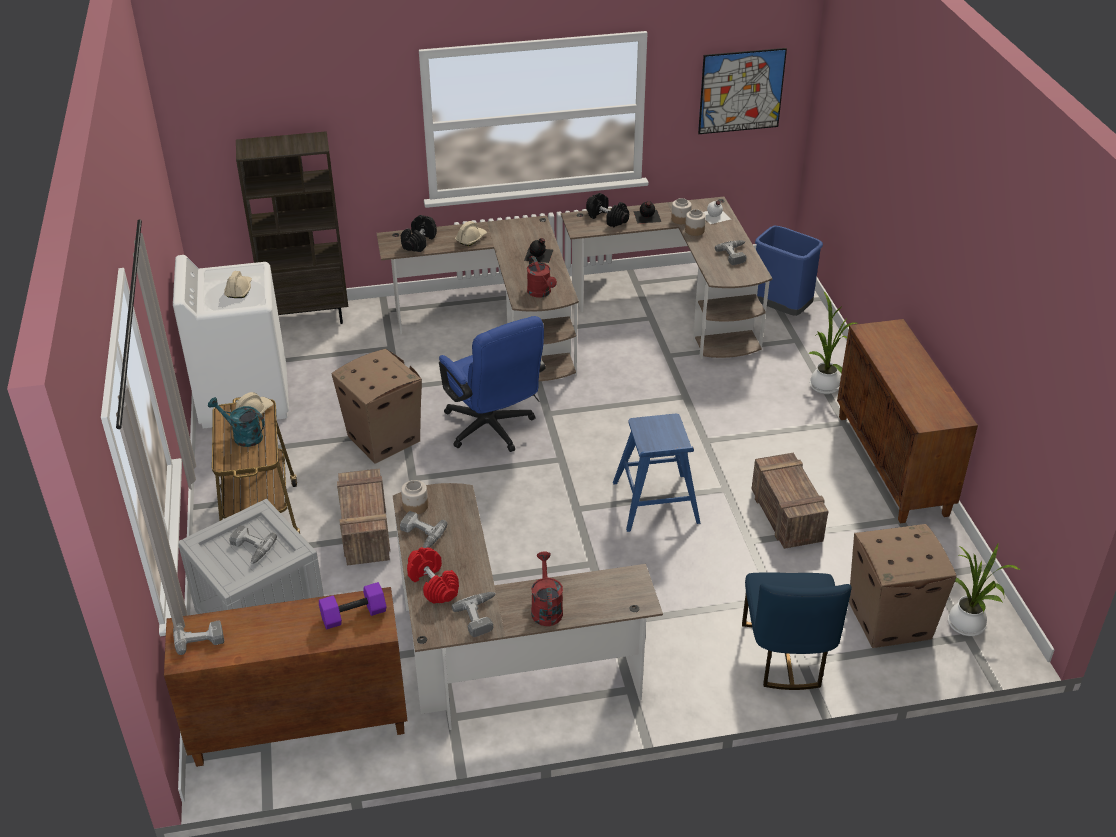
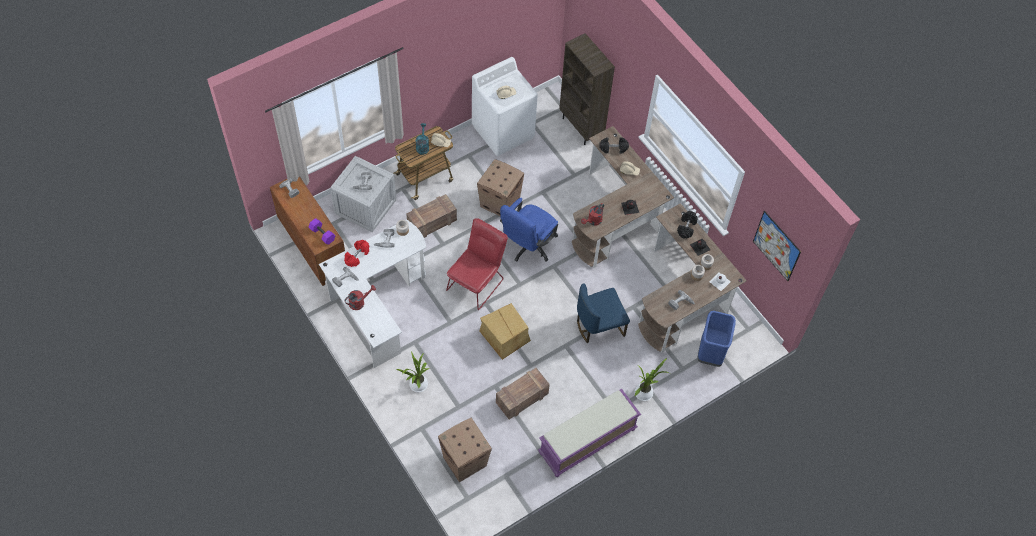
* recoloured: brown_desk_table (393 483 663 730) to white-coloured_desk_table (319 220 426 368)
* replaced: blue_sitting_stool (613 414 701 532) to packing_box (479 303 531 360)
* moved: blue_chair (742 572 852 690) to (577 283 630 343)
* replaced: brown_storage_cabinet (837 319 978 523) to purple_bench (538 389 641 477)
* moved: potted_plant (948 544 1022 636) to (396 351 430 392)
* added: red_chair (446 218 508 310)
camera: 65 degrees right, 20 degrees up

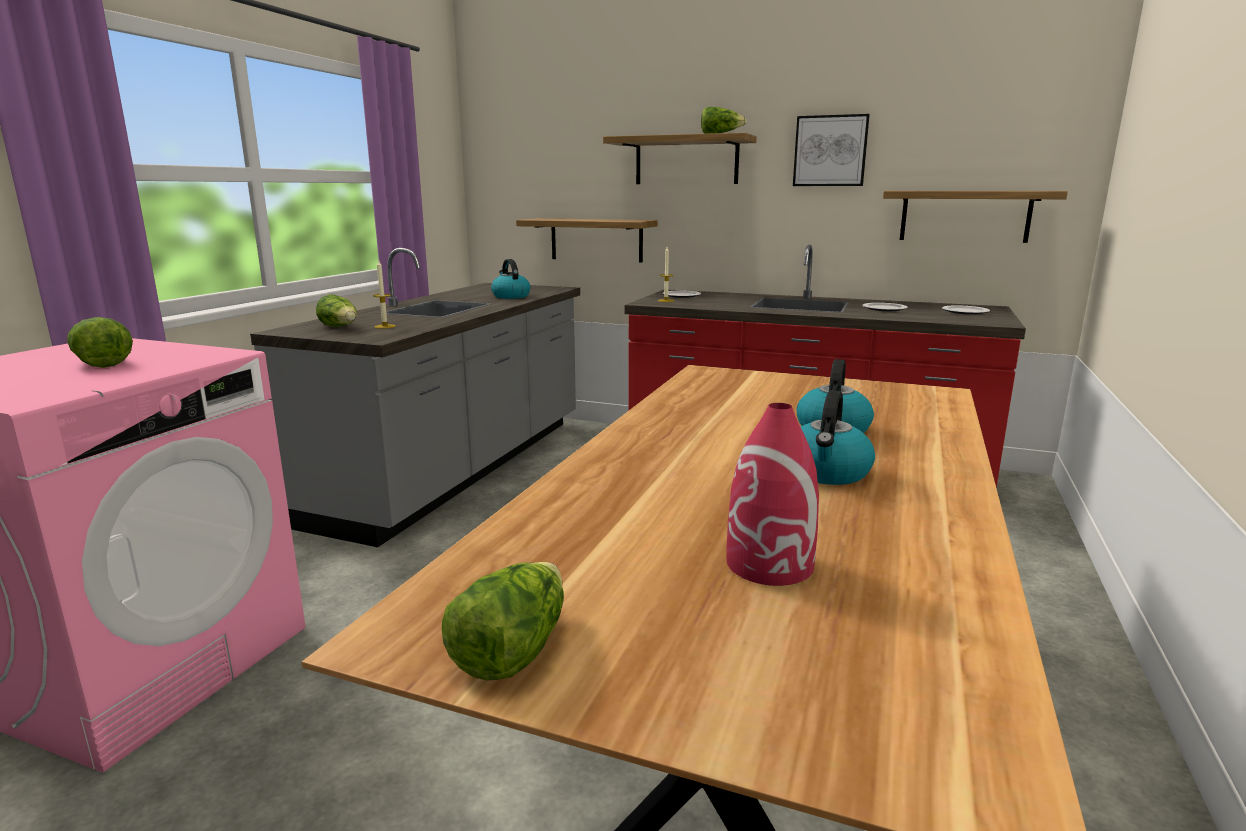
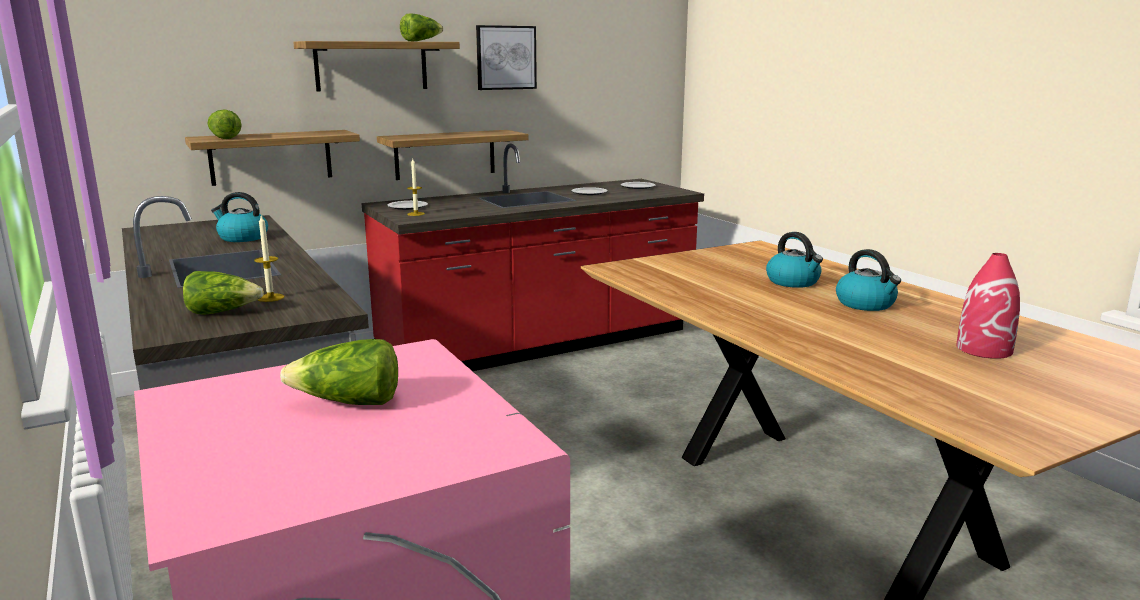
* moved: lettuce (442 562 564 680) to (207 110 242 139)
* moved: shelf (883 191 1068 243) to (377 130 529 180)
camera: 50 degrees left, 0 degrees up

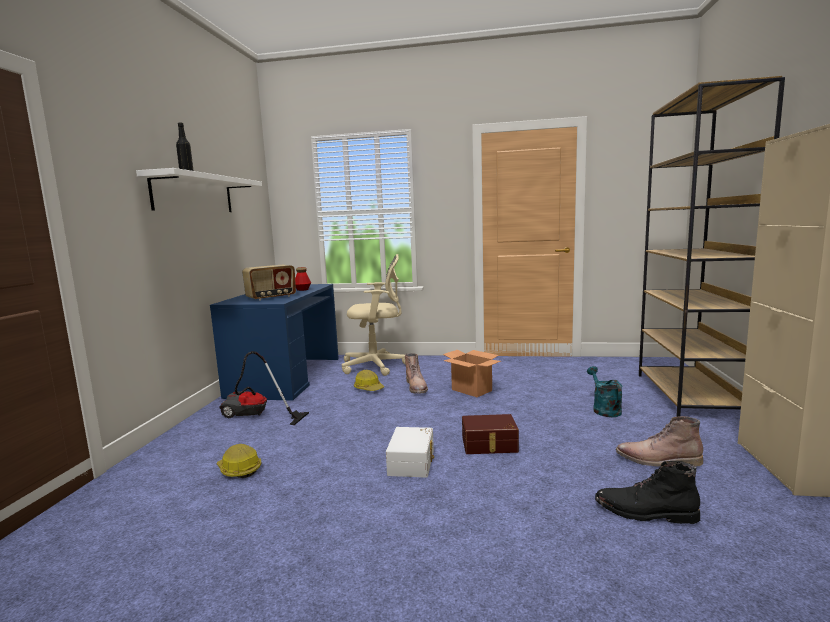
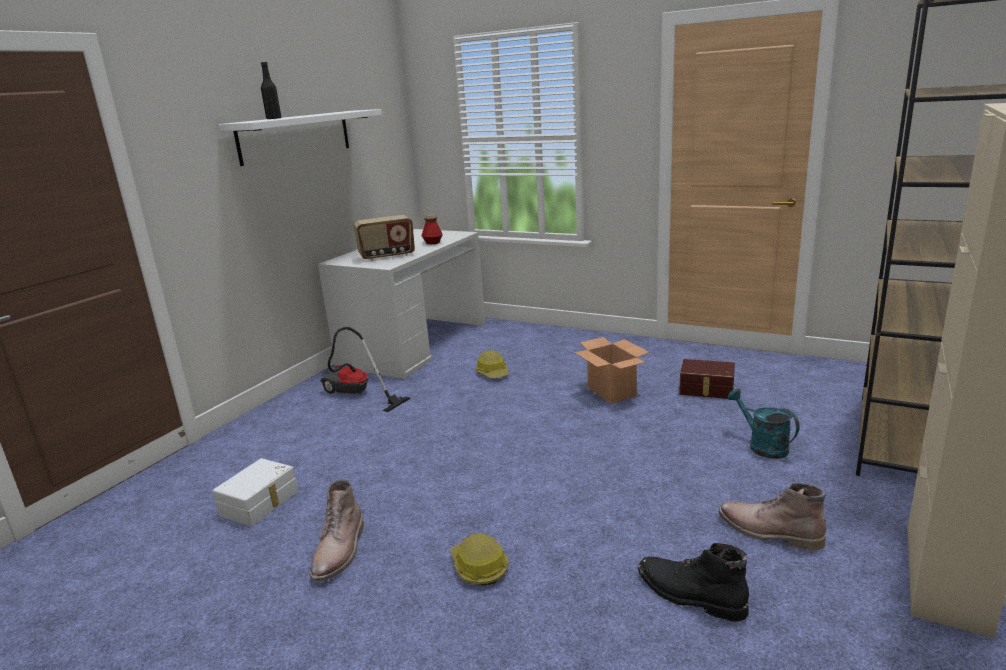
* recoloured: blue_desk_table (210 284 339 401) to white-coloured_desk_table (318 229 485 379)
* moved: hard_hat (217 444 262 478) to (450 533 509 585)
* removed: beige_computer_chair (342 254 406 376)
* moved: white-coloured_storage_container (386 427 434 478) to (213 458 298 526)
* moved: brown_tall_boot (405 353 428 394) to (310 479 364 581)
* moved: brown_storage_container (462 414 519 454) to (679 359 735 399)
* turned: turquoise-coloured_sprinkling_can (587 366 623 417) = (727 388 800 459) 45 degrees counterclockwise
camera: 20 degrees right, 10 degrees up

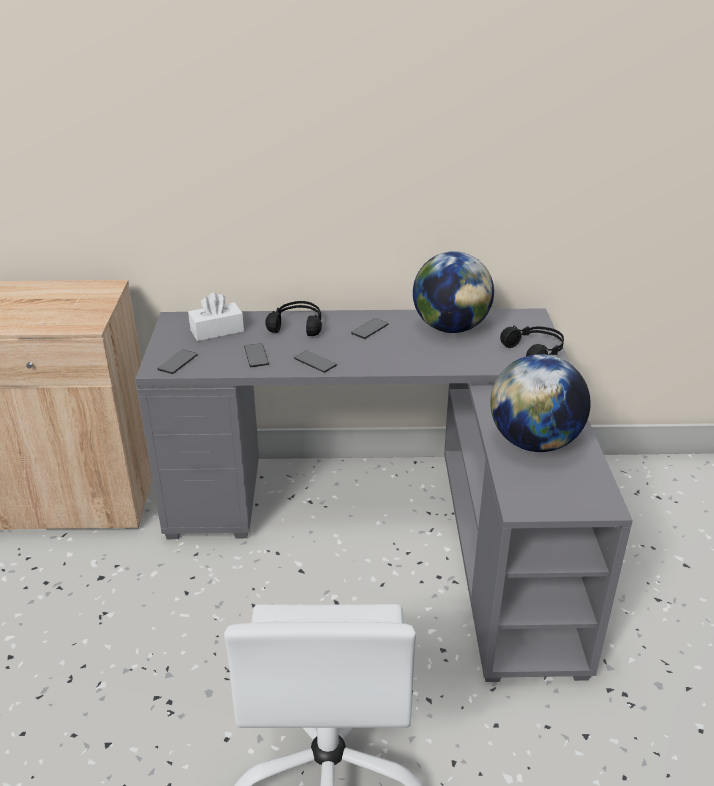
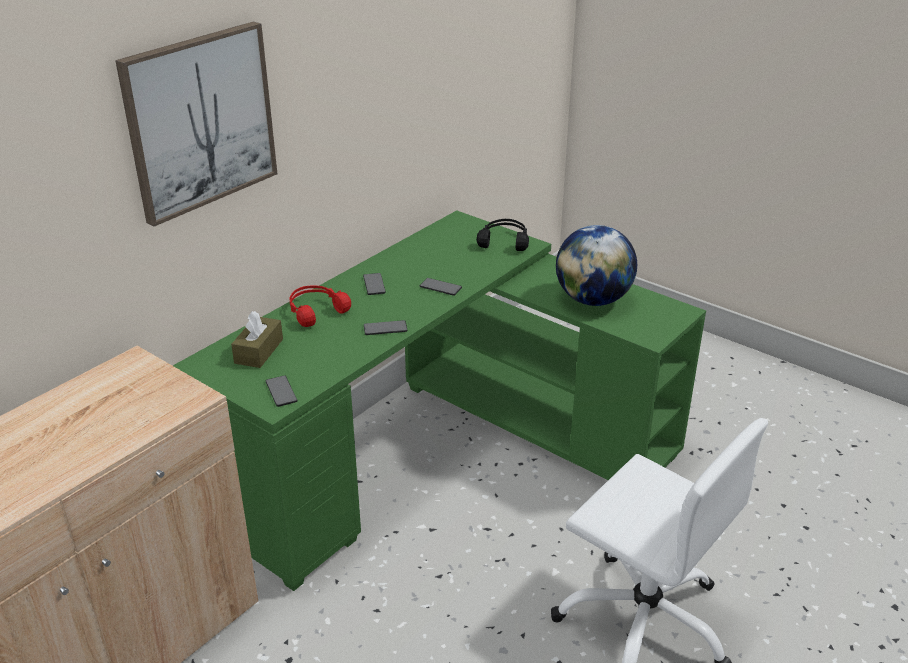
* recoloured: grey_desk_table (135 308 633 682) to greenish_desk_table (173 210 706 591)
* recoloured: white-coloured_box_of_tissues (188 292 244 341) to brown_box_of_tissues (231 311 283 368)
* moved: handset (244 343 269 367) to (420 278 462 296)
* recoloured: black_headphones (265 301 322 336) to red_headphones (289 286 351 327)
* removed: world_globe (413 251 494 333)
* added: wall_picture (115 22 277 226)
camera: 50 degrees left, 0 degrees up

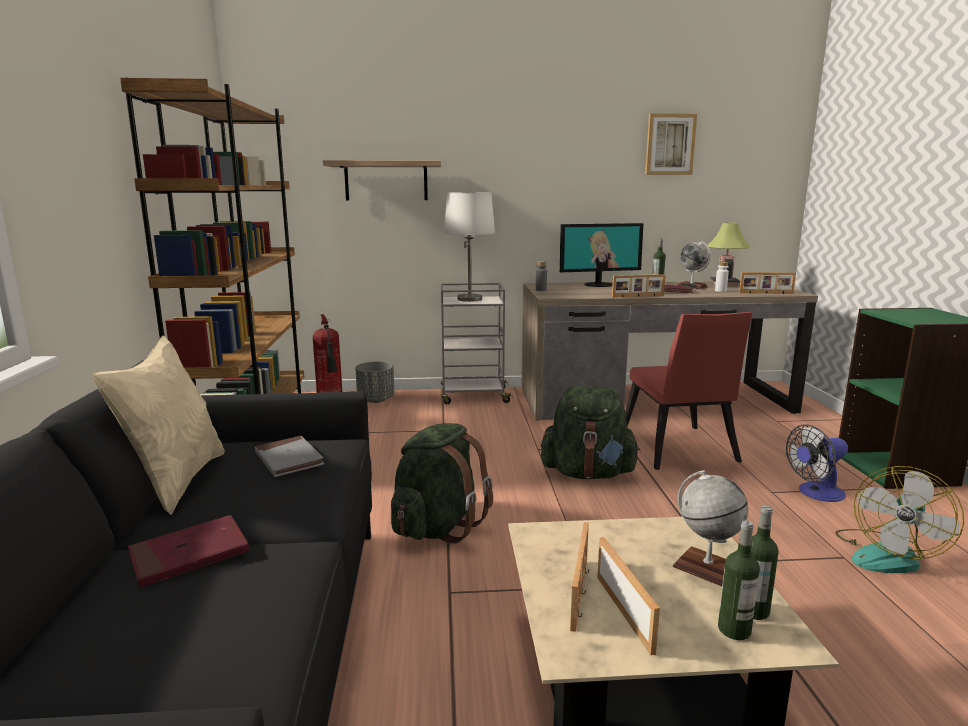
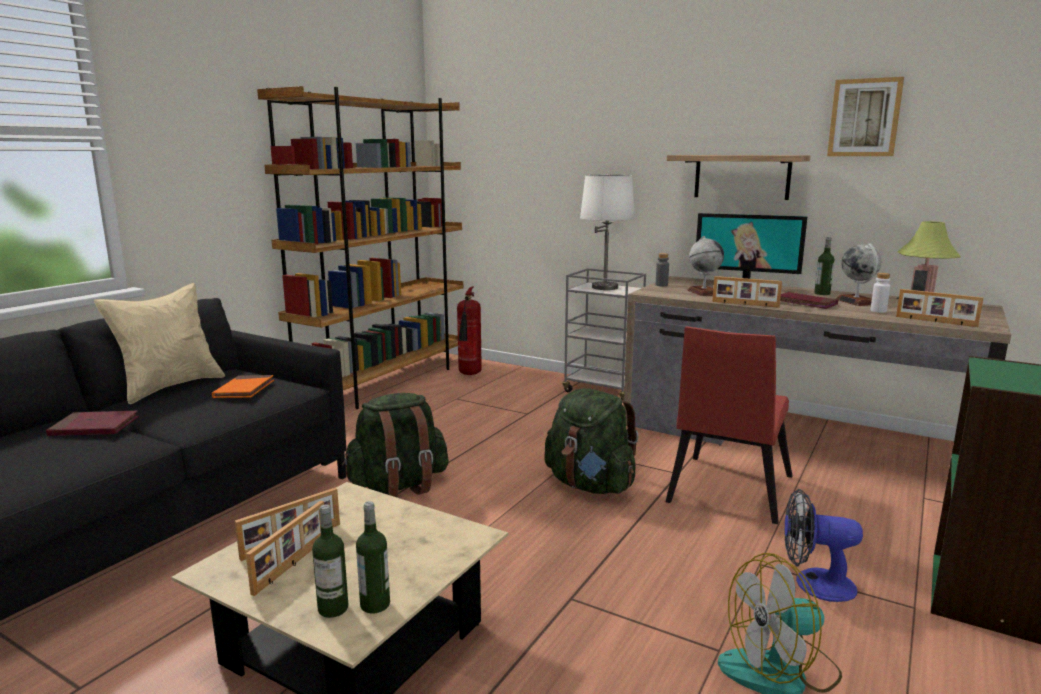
* recoloured: grey_book (255 436 324 477) to orangey_book (212 375 274 398)
* moved: shelf (323 160 441 200) to (667 155 810 200)
* removed: grey_planter (355 362 395 403)
* moved: world_globe (673 470 748 586) to (687 236 724 296)
camera: 35 degrees right, 0 degrees up

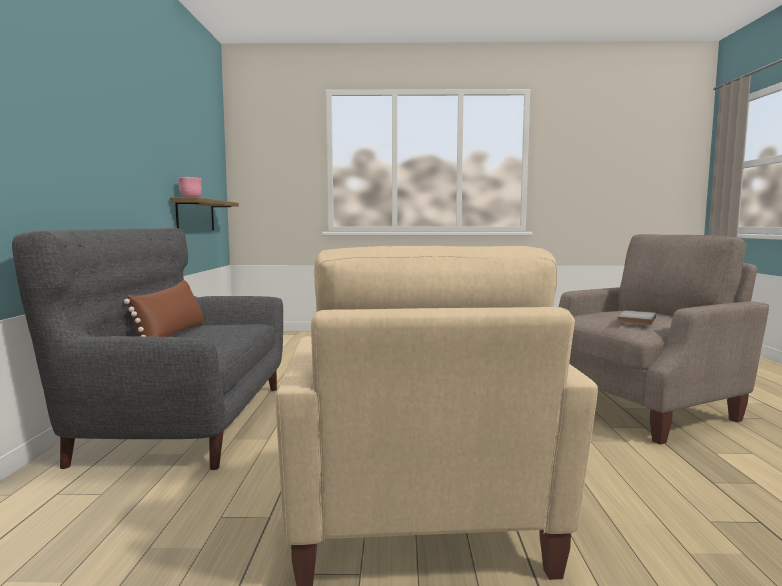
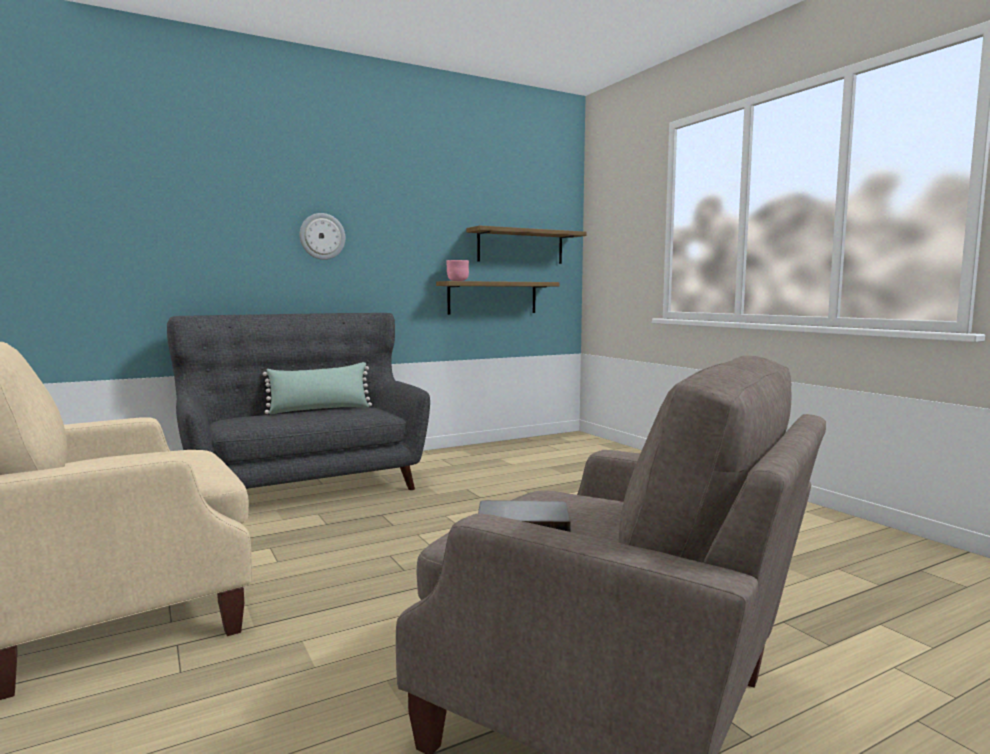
* recoloured: brown_throw_pillow (124 280 203 337) to greenish_throw_pillow (263 362 372 414)
* added: clock_on_the_wall (300 213 345 260)
* added: shelf (466 226 586 264)
camera: 60 degrees right, 0 degrees up

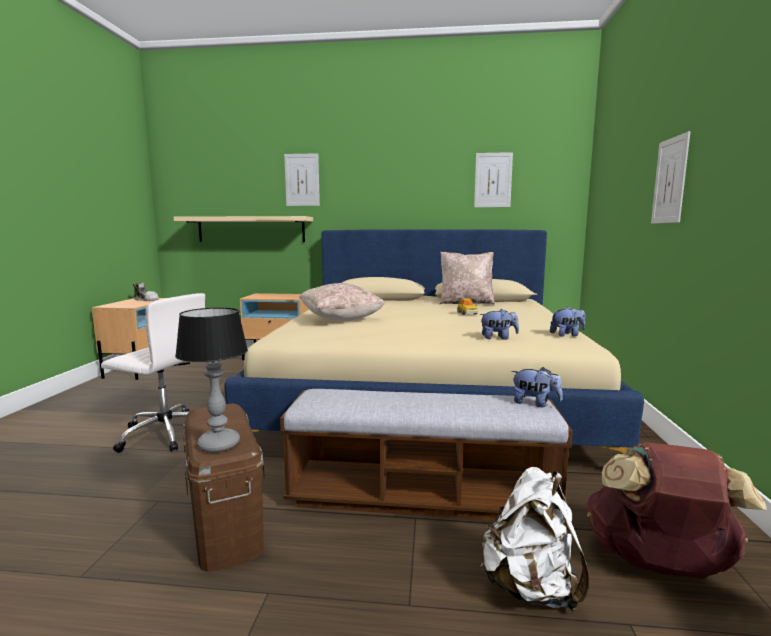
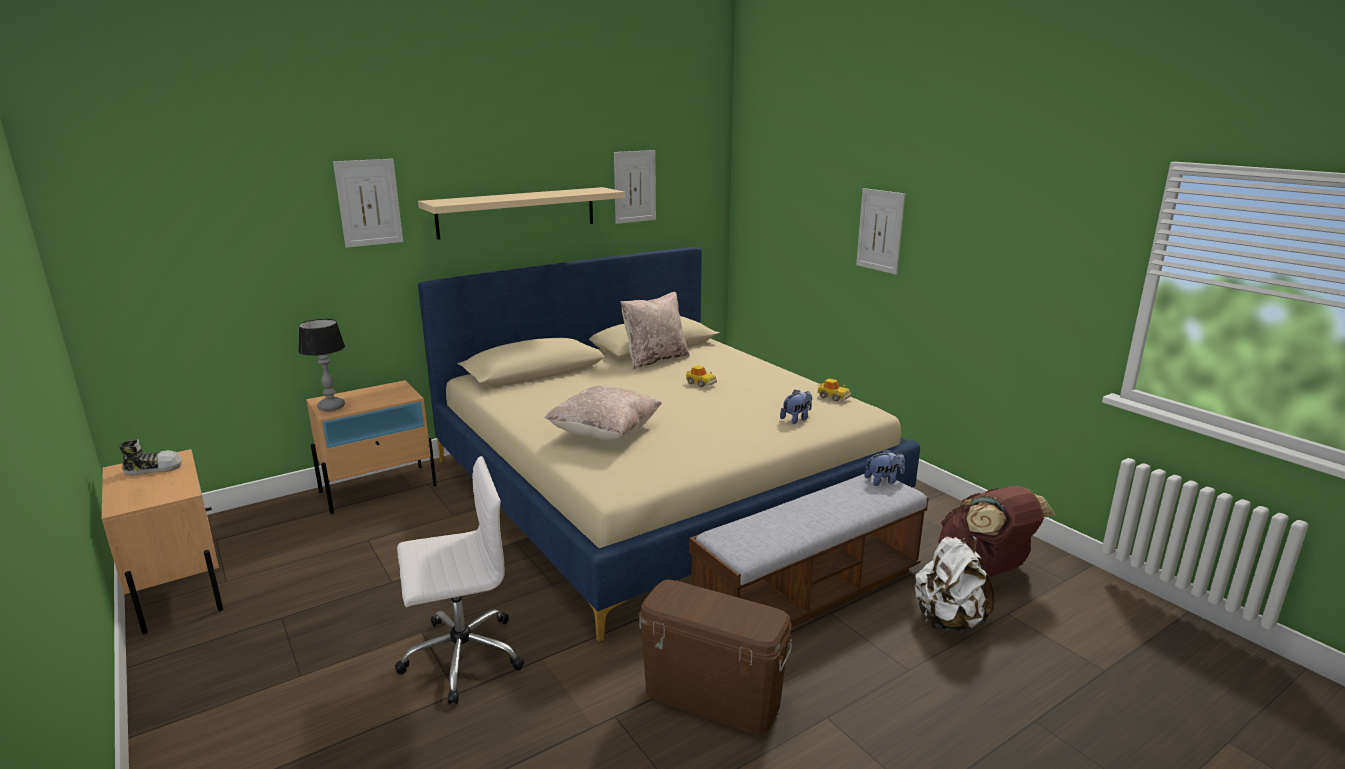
* moved: beige_shelf (174 216 313 242) to (418 187 625 240)
* moved: tabletop_lamp (175 308 248 453) to (298 319 345 411)
* replaced: plush_toy (550 307 585 337) to model_car (817 378 851 402)
camera: 40 degrees left, 10 degrees up

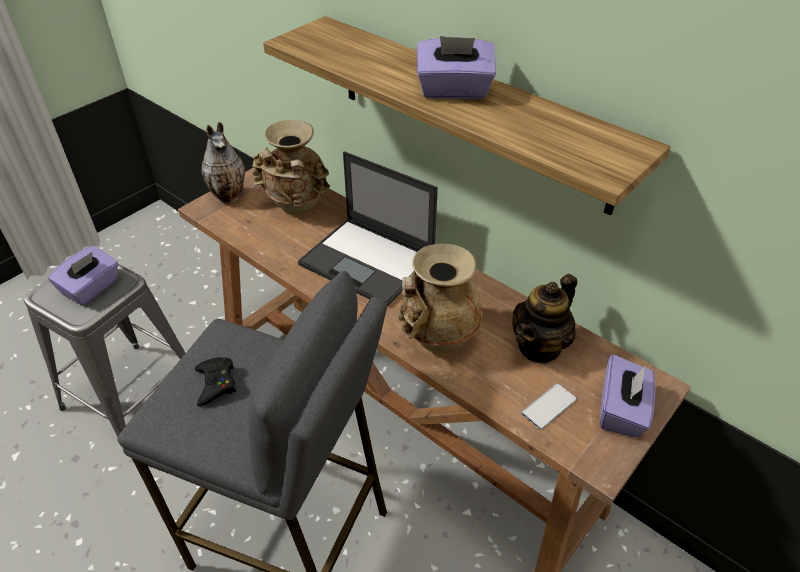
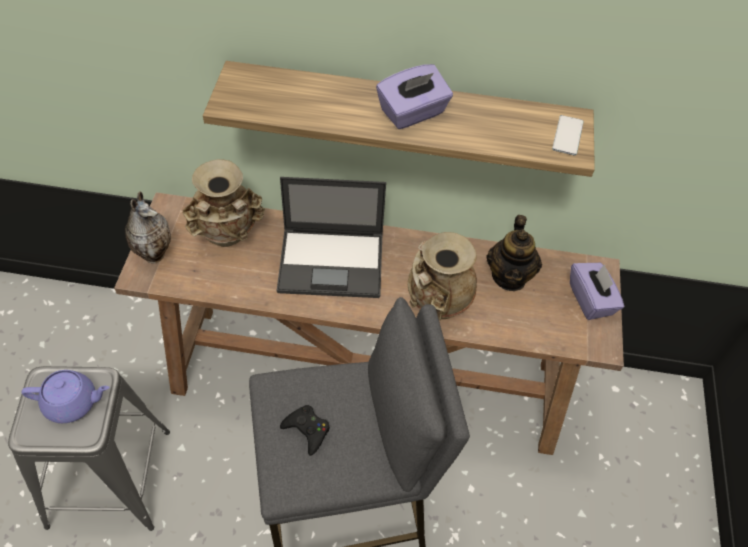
* replaced: purple_box_of_tissues (48 245 118 305) to purple_teapot (21 370 110 423)
* moved: handset (521 383 577 429) to (552 115 584 155)
camera: 35 degrees left, 10 degrees up

